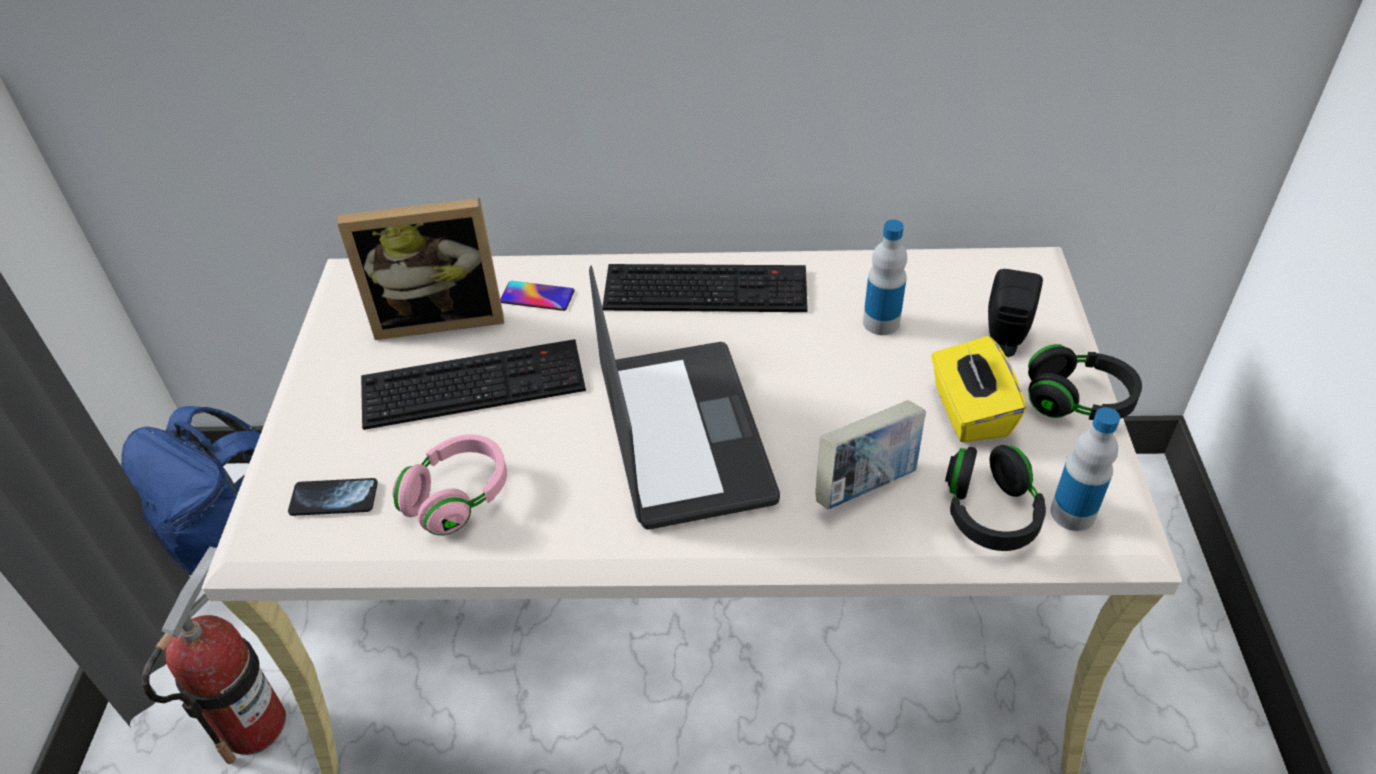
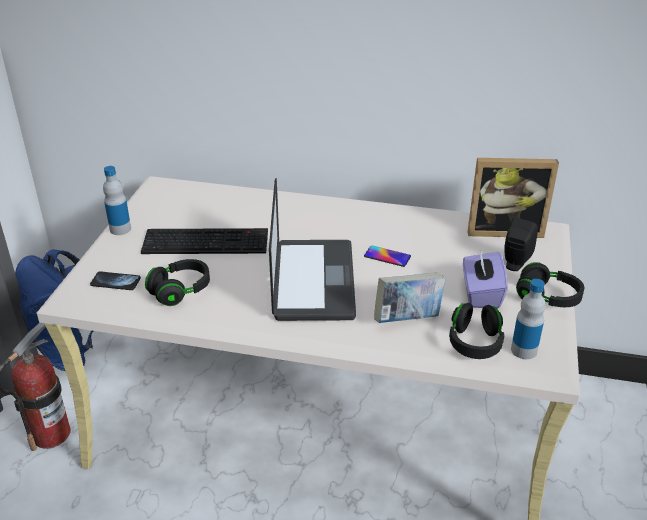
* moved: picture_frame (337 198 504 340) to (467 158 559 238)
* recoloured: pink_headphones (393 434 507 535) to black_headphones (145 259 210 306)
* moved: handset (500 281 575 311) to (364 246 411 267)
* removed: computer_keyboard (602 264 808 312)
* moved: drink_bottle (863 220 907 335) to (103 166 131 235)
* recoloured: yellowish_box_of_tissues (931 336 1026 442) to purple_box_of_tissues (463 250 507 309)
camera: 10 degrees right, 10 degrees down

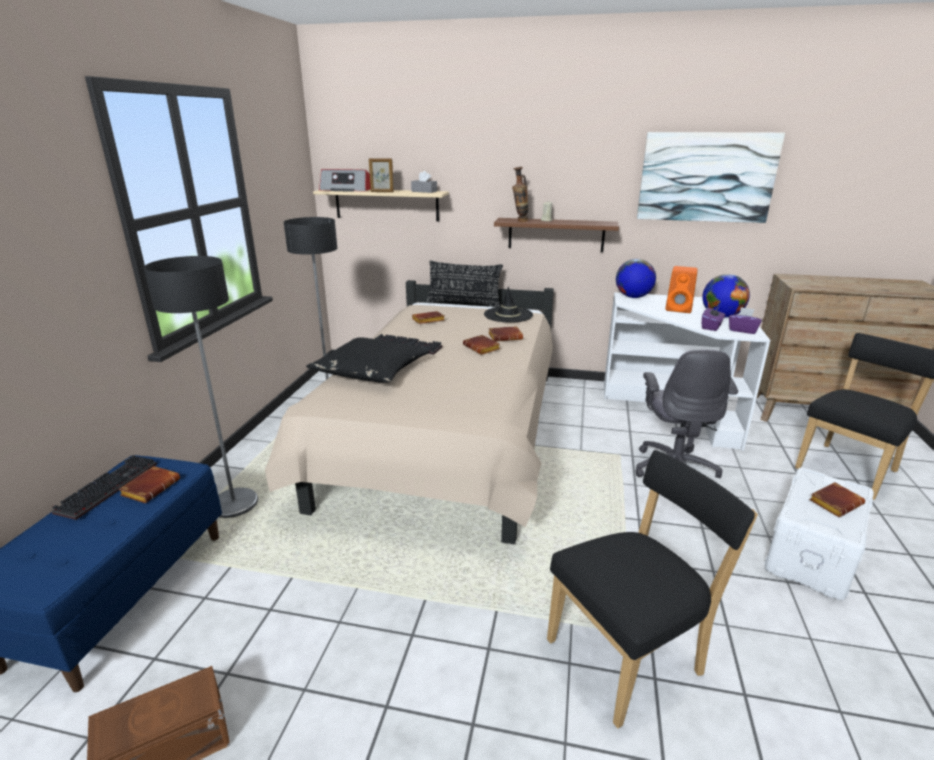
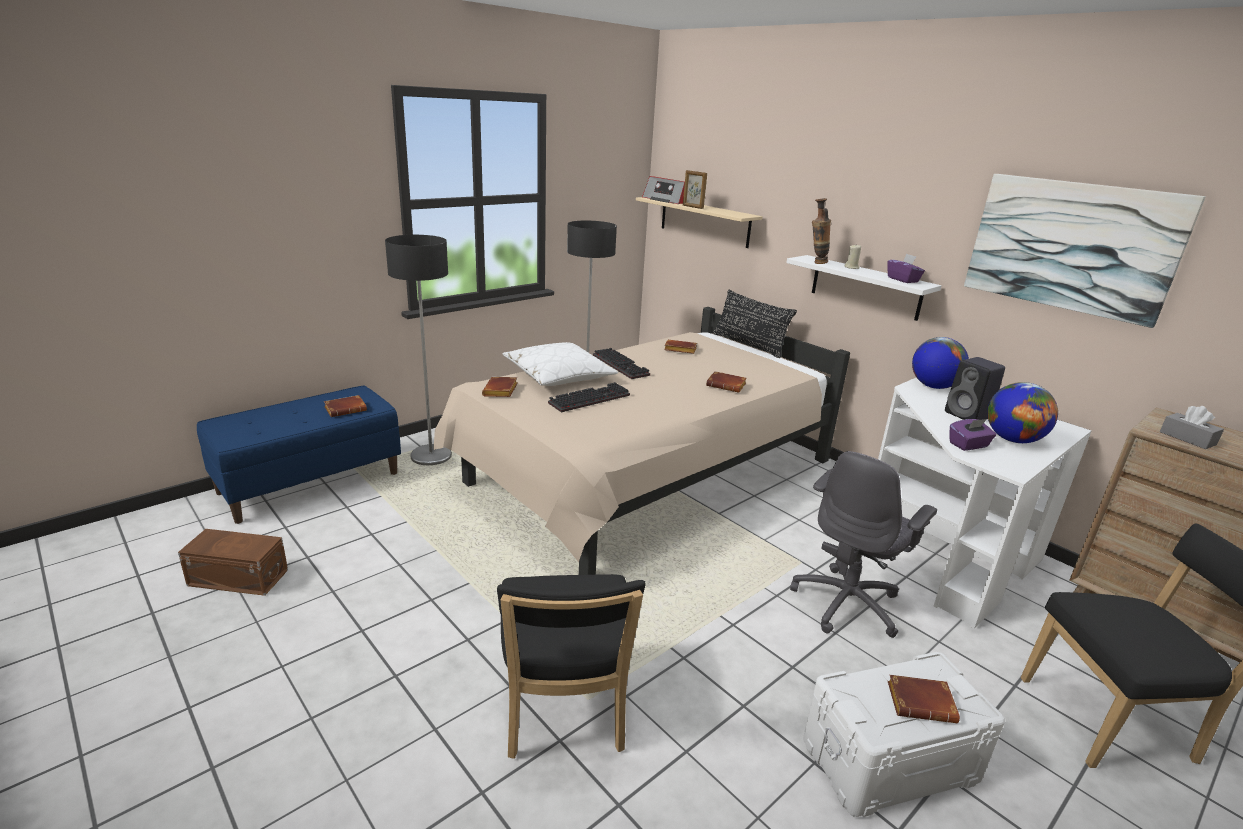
* moved: computer_keyboard (51 455 157 520) to (548 382 630 412)
* recoloured: black_throw_pillow (306 337 430 383) to white-coloured_throw_pillow (503 342 618 386)
* moved: grey_box_of_tissues (411 171 437 193) to (1160 406 1224 449)
* moved: brown_book (463 335 500 355) to (482 377 517 397)
* removed: black_clothing_hat (484 286 533 323)
* recoloured: brown_shelf (494 218 619 252) to white-coloured_shelf (786 255 942 321)
* turned: black_chair (547 450 758 728) = (497 574 646 759) 75 degrees clockwise
* recoloured: orangey_audio_speaker (665 266 698 313) to black_audio_speaker (945 357 1005 420)
* moved: purple_box_of_tissues (729 307 762 334) to (888 254 925 283)
camera: 35 degrees right, 0 degrees up

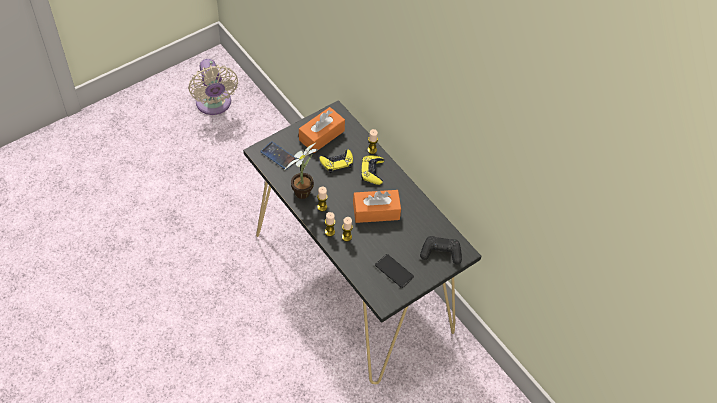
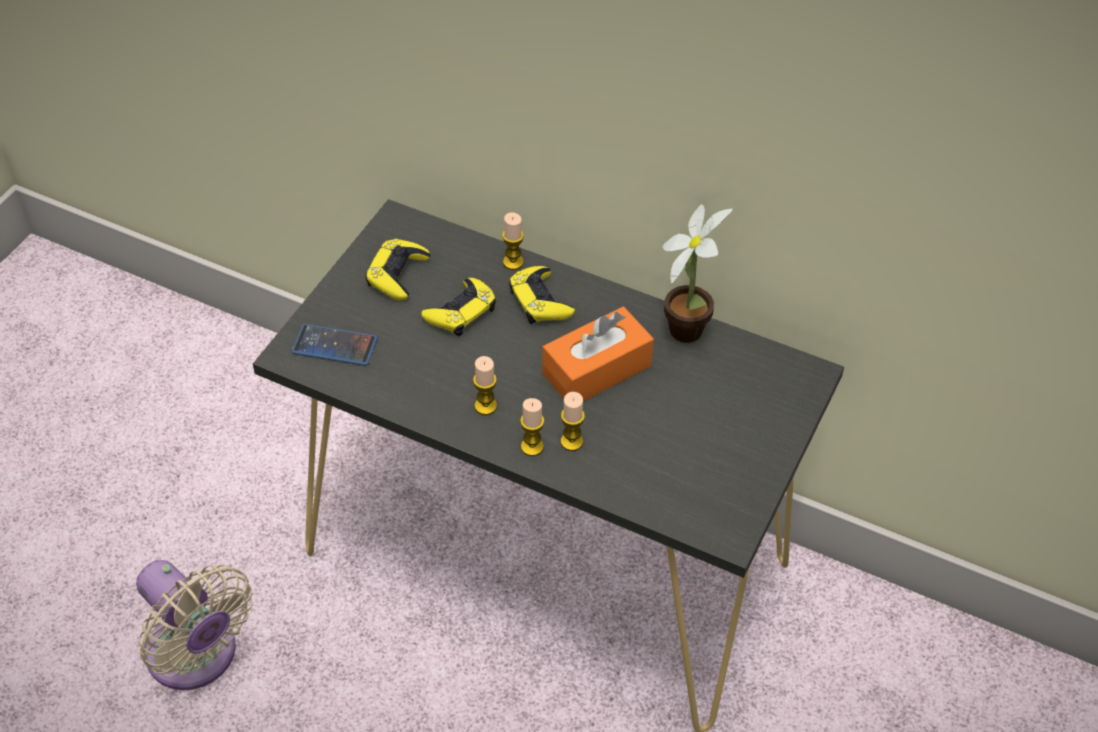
* moved: beige_fan (188 59 238 115) to (136 560 253 690)
* moved: potted_plant (284 142 318 199) to (662 204 733 343)
* replaced: orangey_box_of_tissues (299 107 345 153) to yellowish_gamepad (366 239 430 301)
* removed: handset (375 254 414 288)
* removed: black_gamepad (420 236 462 264)
camera: 25 degrees left, 5 degrees down

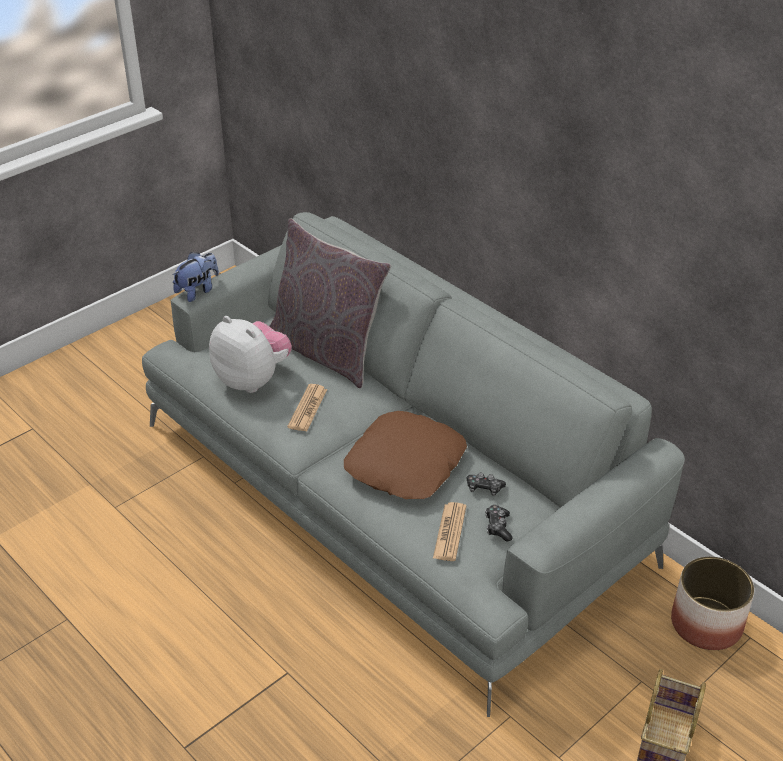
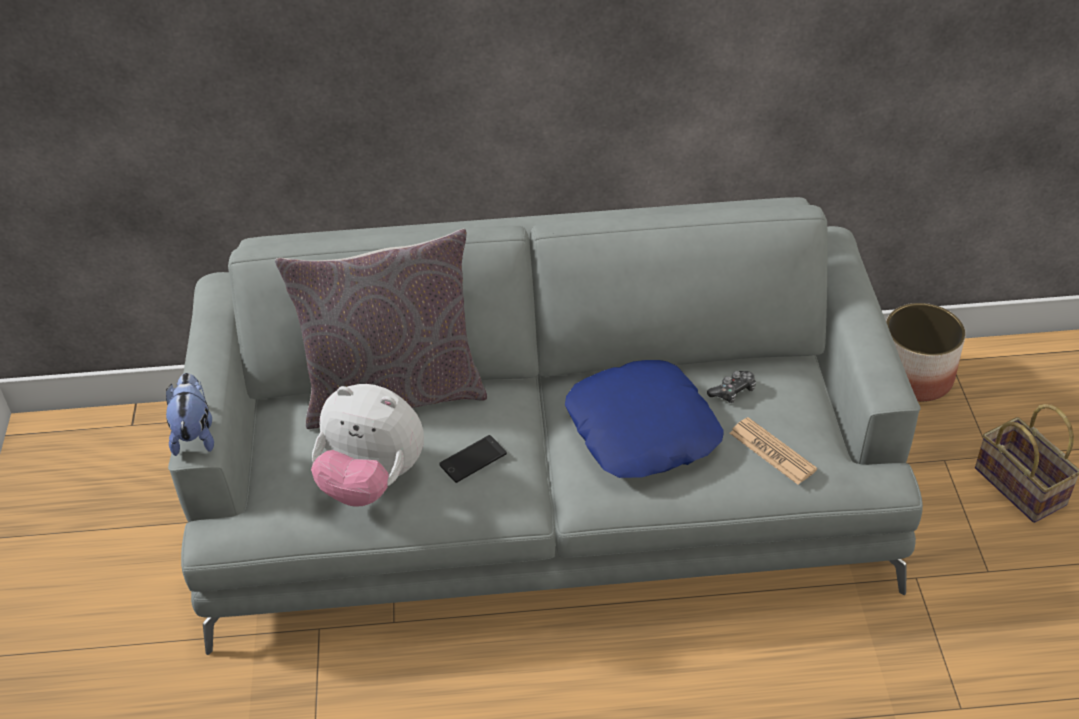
* turned: plush_toy (209 316 292 393) = (311 384 424 507) 150 degrees counterclockwise
* replaced: printed_paper (287 384 327 432) to handset (439 435 507 483)
* recoloured: brown_throw_pillow (344 411 467 499) to blue_throw_pillow (565 360 724 478)
* removed: gamepad (485 505 512 541)
camera: 50 degrees left, 5 degrees up

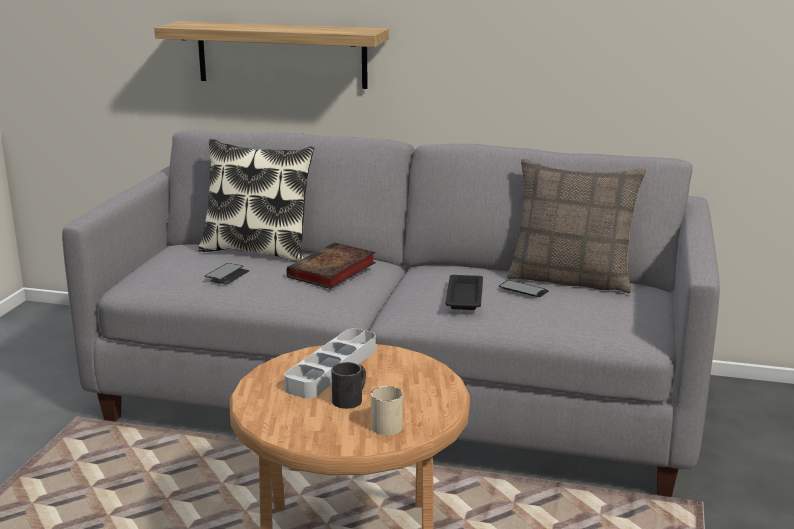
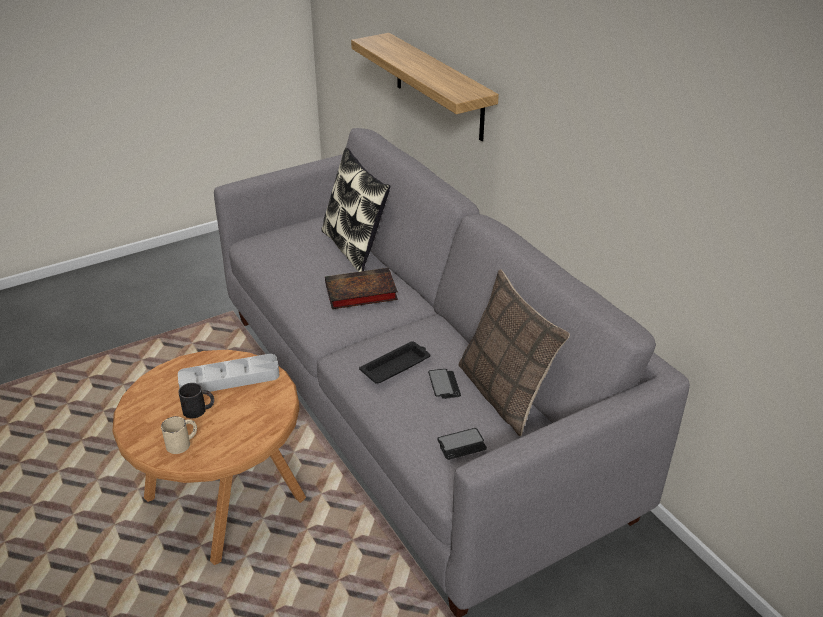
* moved: handset (204 263 249 284) to (437 428 487 460)
camera: 45 degrees right, 15 degrees up

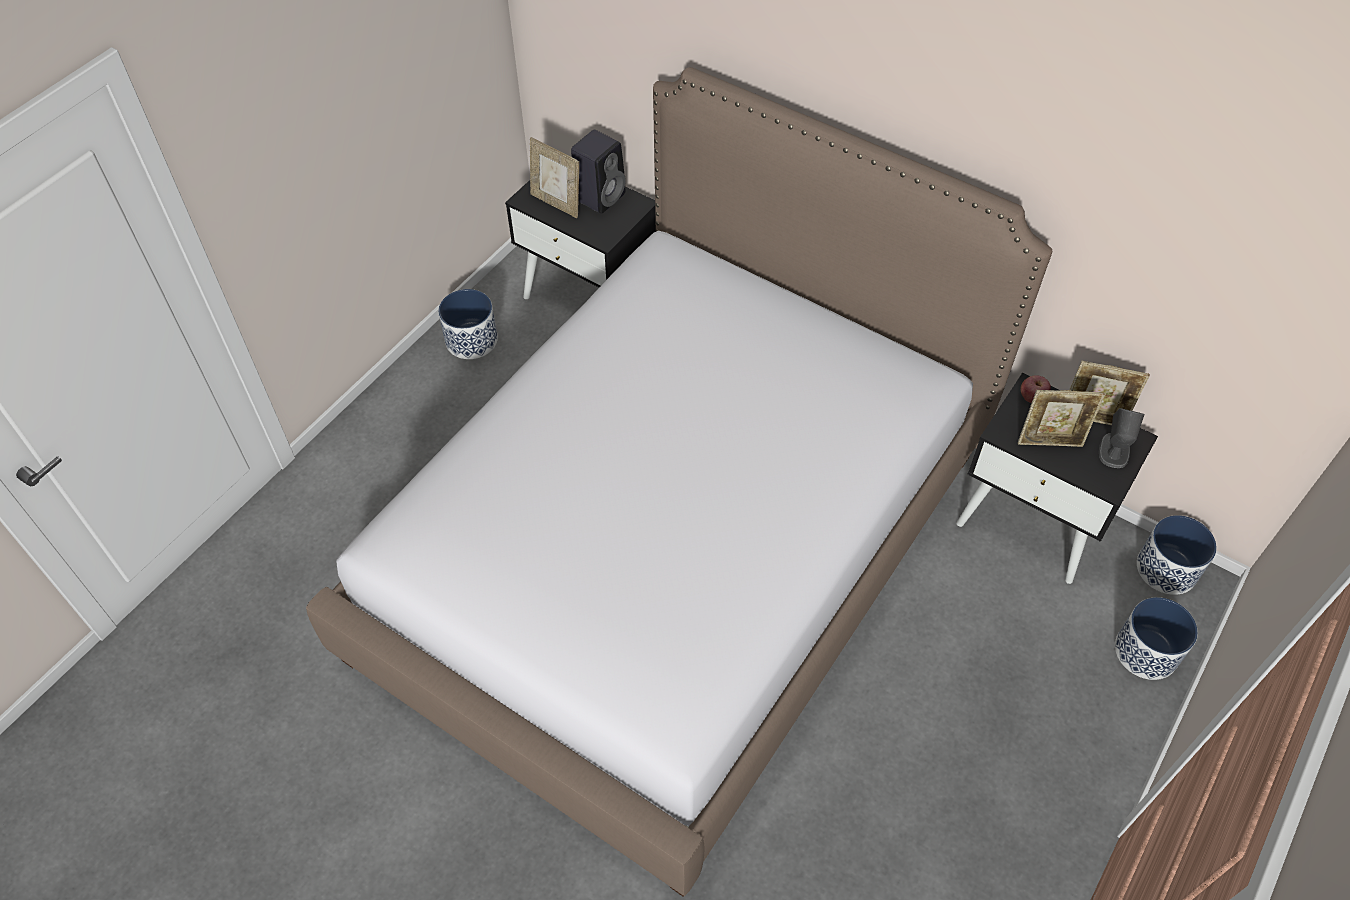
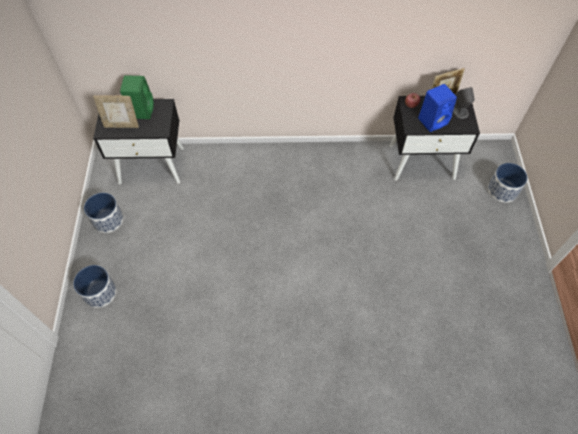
* removed: bed (306 67 1052 896)
* recoloured: black_audio_speaker (571 130 626 214) to greenish_audio_speaker (120 75 154 119)
* replaced: picture_frame (1018 390 1105 447) to blue_audio_speaker (418 84 457 132)
* moved: planter (1137 515 1217 595) to (73 265 116 308)
camera: 35 degrees left, 5 degrees up

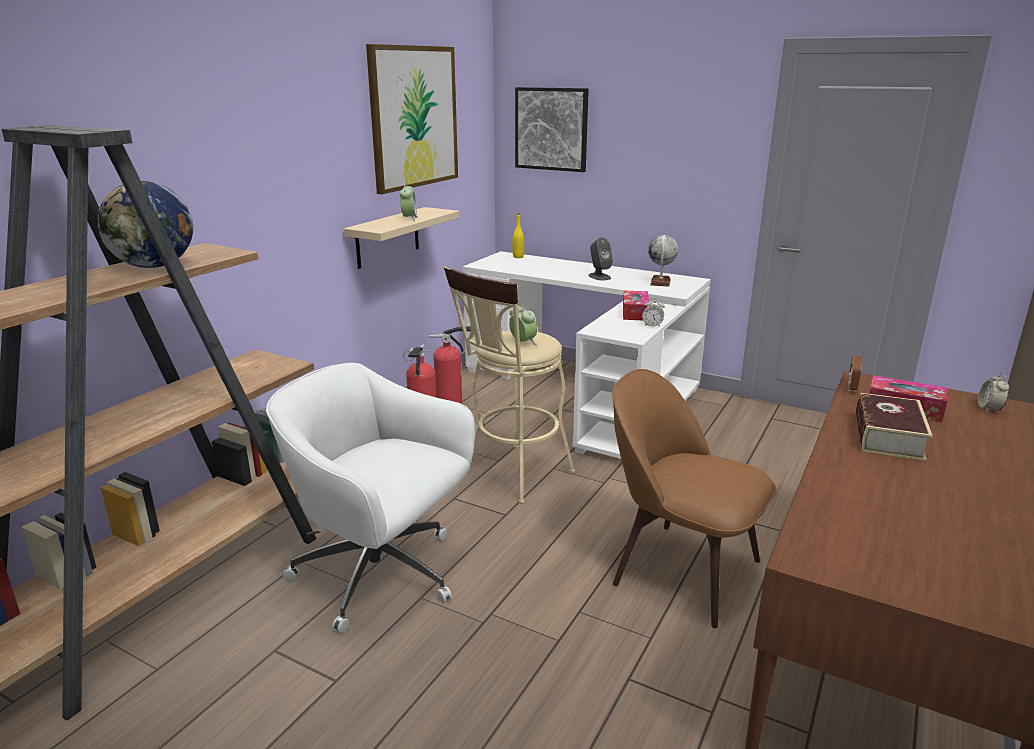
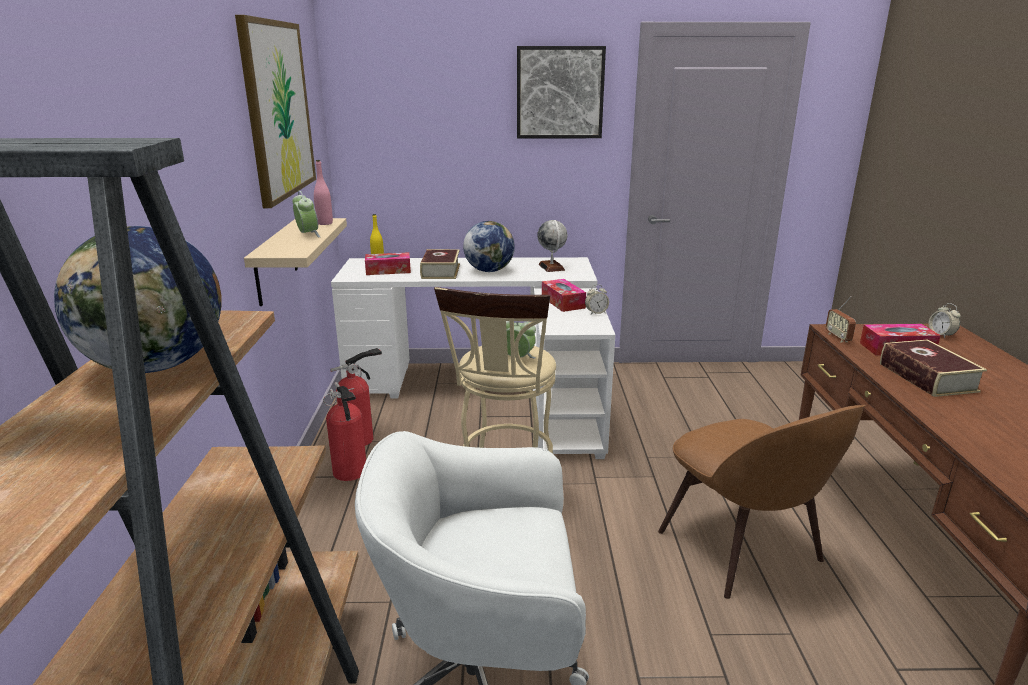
* moved: wall_picture (515 87 589 172) to (517 46 606 138)
* replaced: grey_audio_speaker (588 237 613 280) to world_globe (463 221 515 272)
* turned: brown_chair (612 369 776 628) = (658 405 866 599) 120 degrees counterclockwise
* added: pink_drink_bottle (314 160 333 225)
* added: box_of_tissues (365 252 411 275)
* added: book (420 249 460 279)
camera: 30 degrees left, 0 degrees up

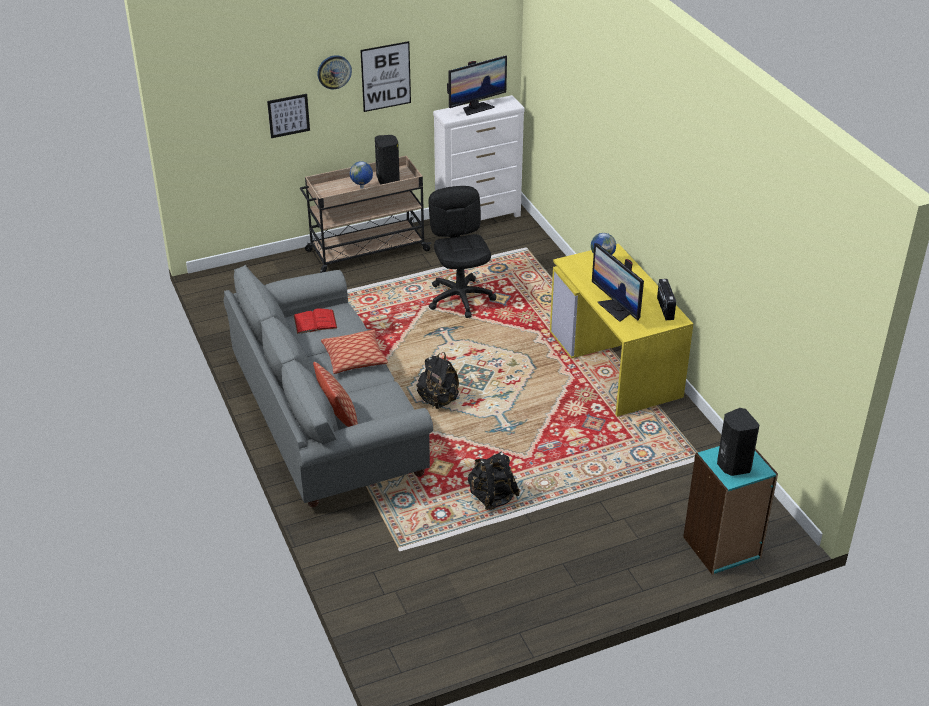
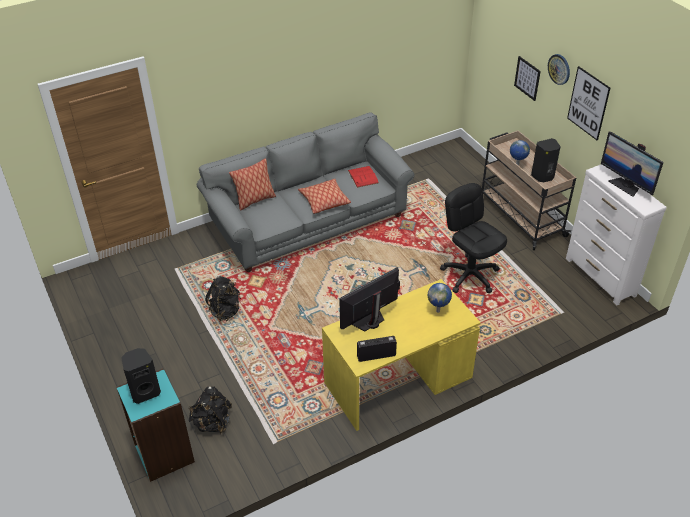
* moved: black_rucksack (417 352 459 409) to (188 387 232 434)
* turned: black_computer_chair (428 186 497 318) = (440 183 507 293) 105 degrees counterclockwise
camera: 85 degrees right, 5 degrees up

